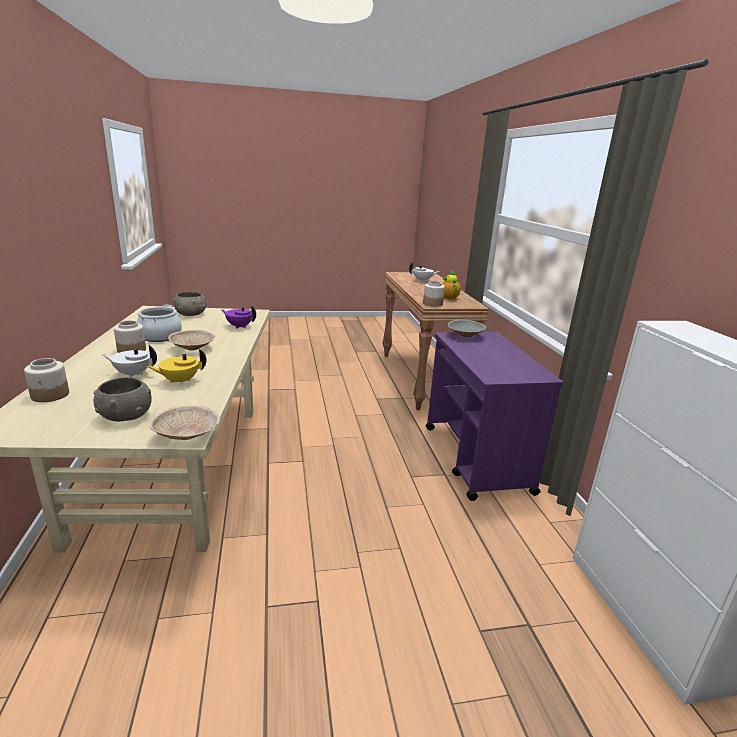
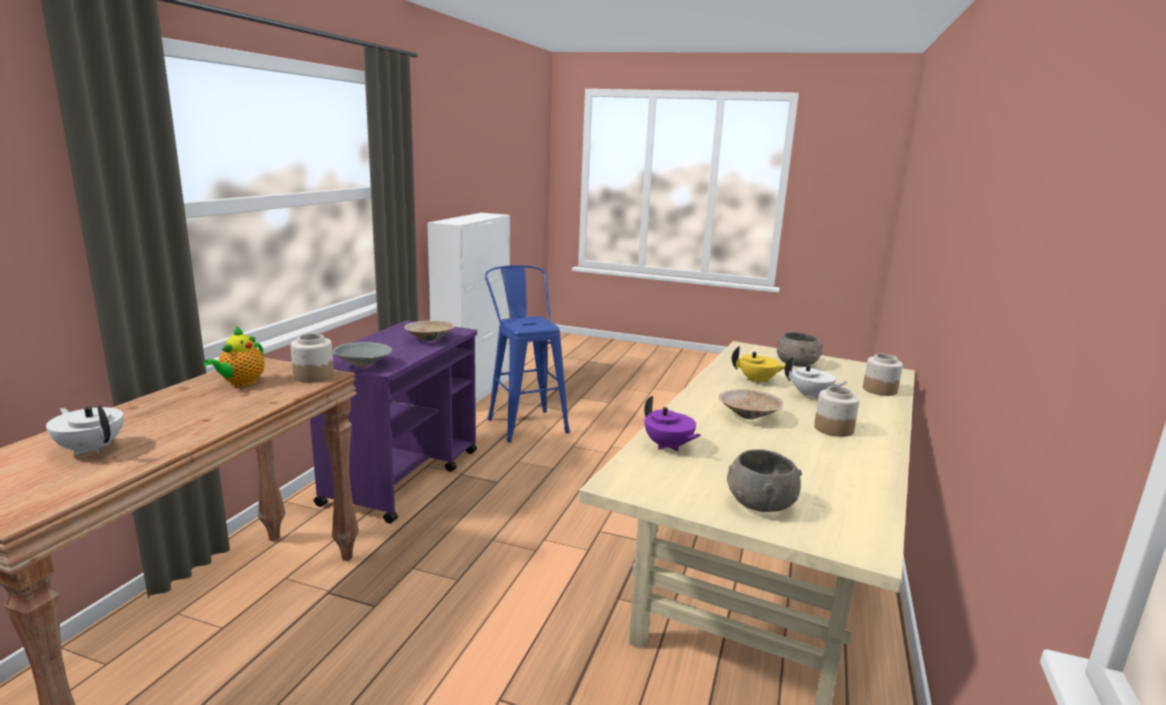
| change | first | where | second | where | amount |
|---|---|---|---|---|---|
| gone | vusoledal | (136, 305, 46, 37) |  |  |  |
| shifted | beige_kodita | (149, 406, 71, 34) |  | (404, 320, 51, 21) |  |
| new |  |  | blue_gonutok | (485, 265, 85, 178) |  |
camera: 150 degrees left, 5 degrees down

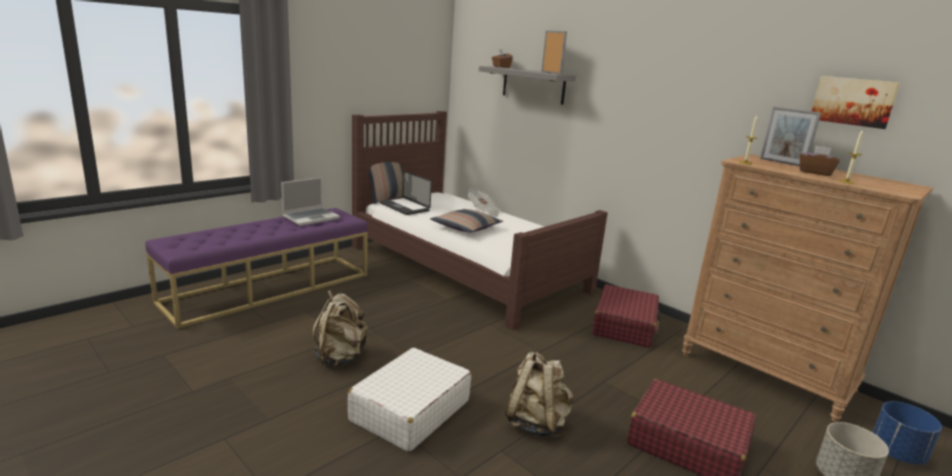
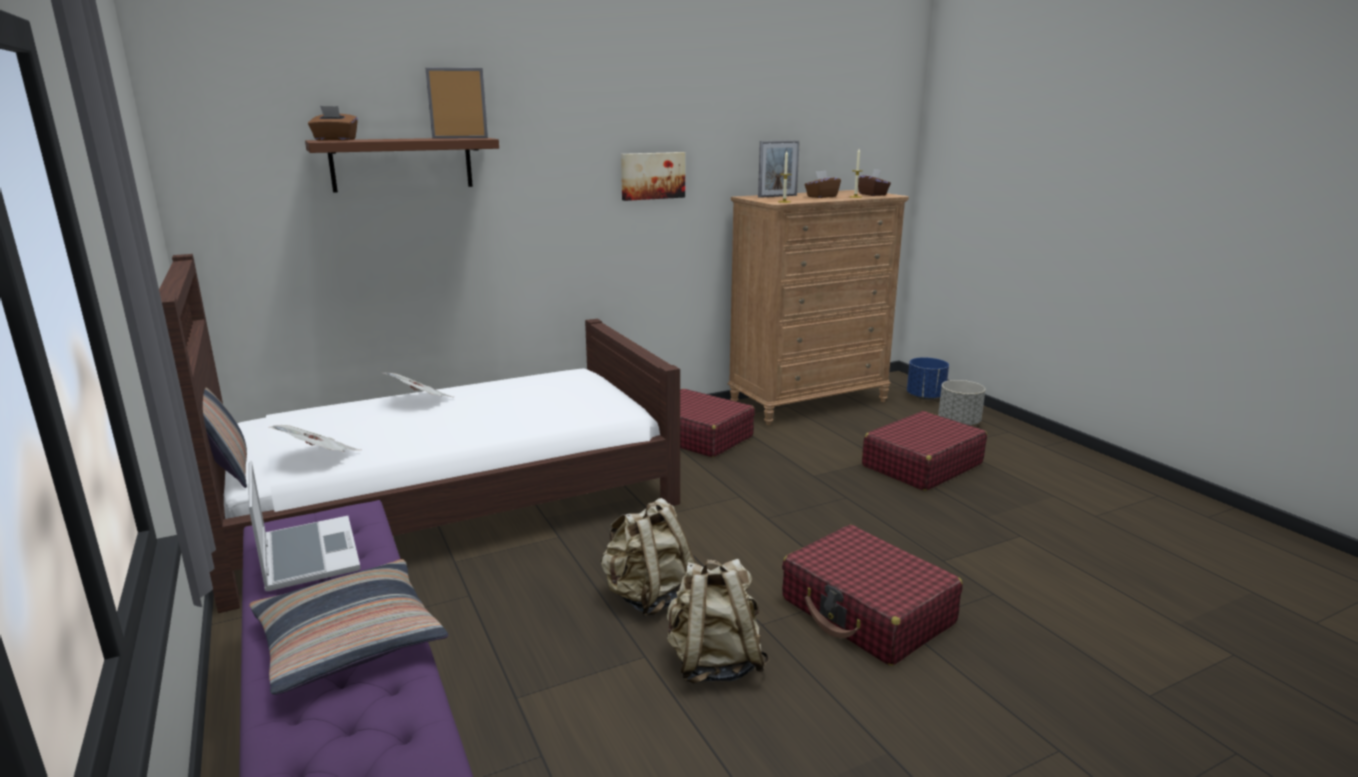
| change | first | where | second | where | amount |
|---|---|---|---|---|---|
| repainted | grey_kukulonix | (479, 66, 97, 39) | brown_kukulonix | (305, 138, 194, 55) |  |
| shifted | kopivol | (812, 76, 88, 53) |  | (621, 152, 64, 49) |  |
| swapped | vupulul | (380, 171, 52, 44) | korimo | (269, 425, 92, 27) |  |
| shifted | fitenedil | (430, 209, 73, 24) |  | (249, 559, 200, 136) |  |
| repainted | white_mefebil | (348, 348, 123, 104) | red_mefebil | (782, 525, 181, 141) |  |
| shifted | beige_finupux | (505, 352, 69, 86) |  | (600, 498, 97, 119) |  |
| new |  |  | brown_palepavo | (858, 169, 33, 27) |  |
camera: 70 degrees left, 0 degrees up

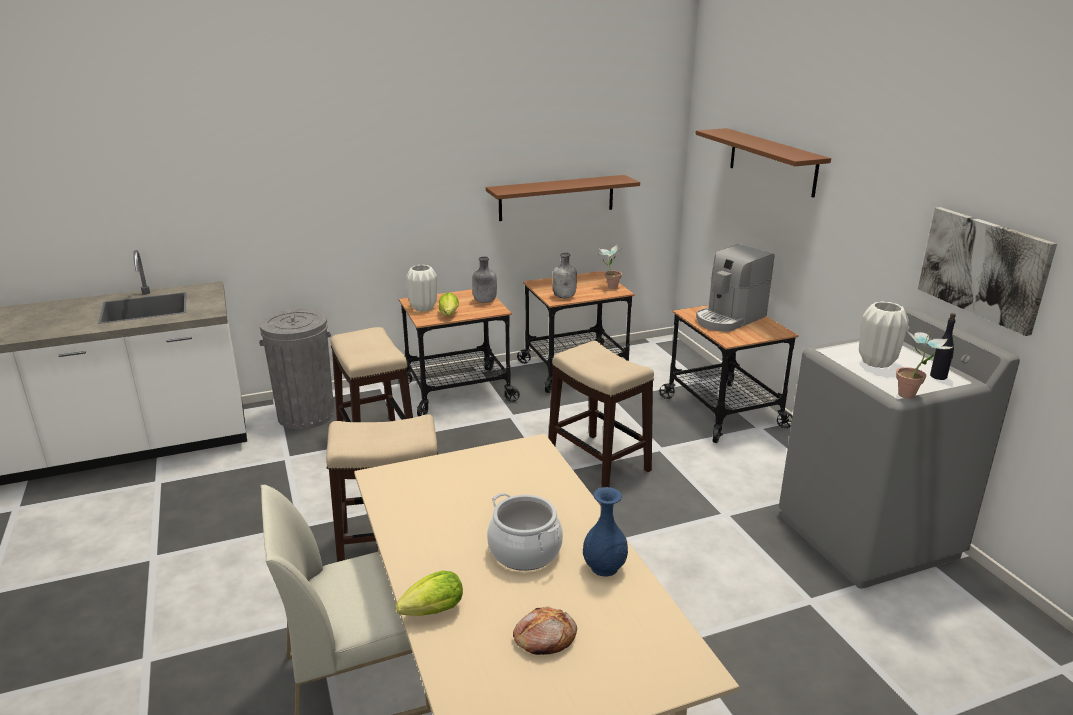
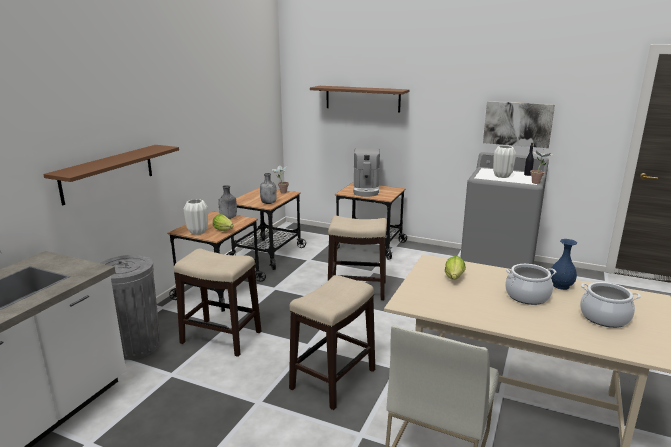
| change | first | where | second | where | amount |
|---|---|---|---|---|---|
| shifted | brown_kukulonix | (486, 175, 154, 46) |  | (43, 145, 136, 60) |  |
| shifted | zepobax | (395, 571, 68, 45) |  | (445, 256, 21, 24) |  |
| swapped | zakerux | (513, 607, 64, 48) | vusoledal | (580, 282, 61, 46) |  |
camera: 45 degrees left, 5 degrees down

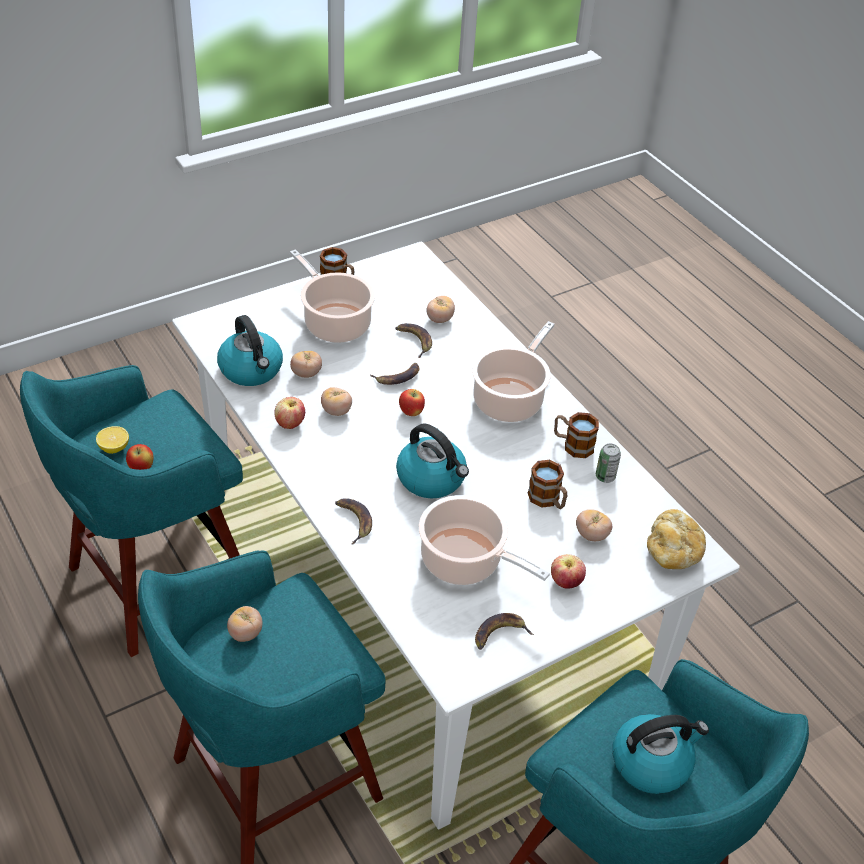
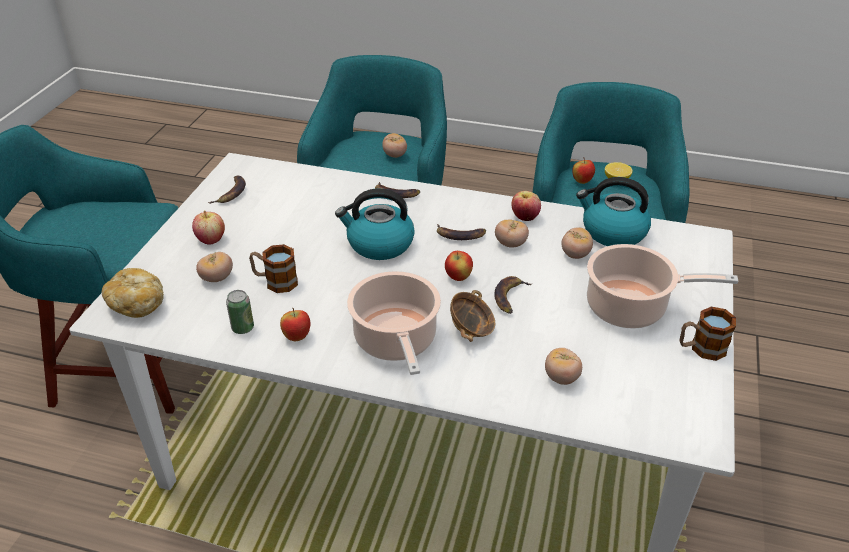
| change | first | where | second | where | amount |
|---|---|---|---|---|---|
| shifted | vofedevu | (395, 323, 37, 35) |  | (437, 224, 49, 16) |  |
| swapped | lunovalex | (554, 412, 45, 46) | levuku | (280, 308, 30, 33) |  |
| gone | vusoledal | (419, 495, 131, 90) |  |  |  |
| gone | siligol | (613, 714, 96, 80) |  |  |  |
| new |  |  | kodita | (450, 290, 45, 52) |  |
camera: 140 degrees right, 5 degrees down

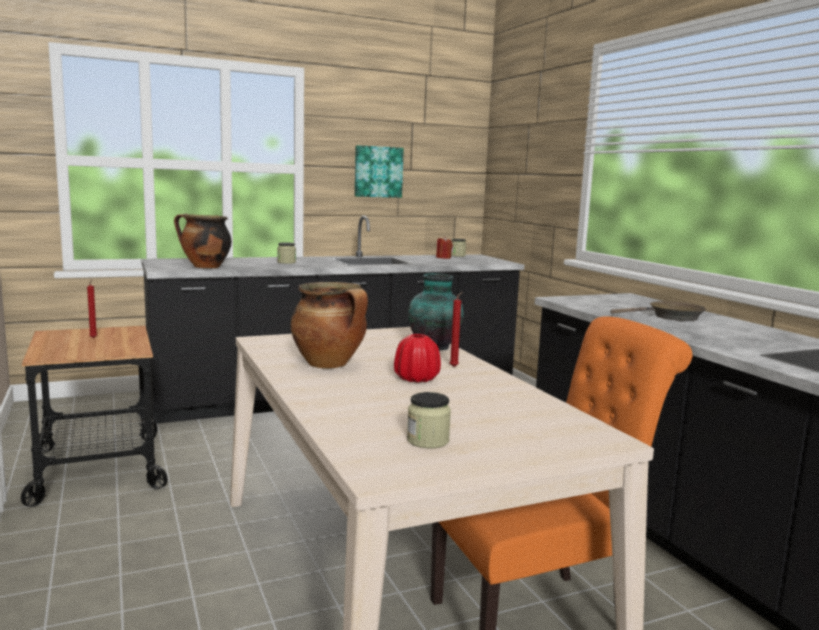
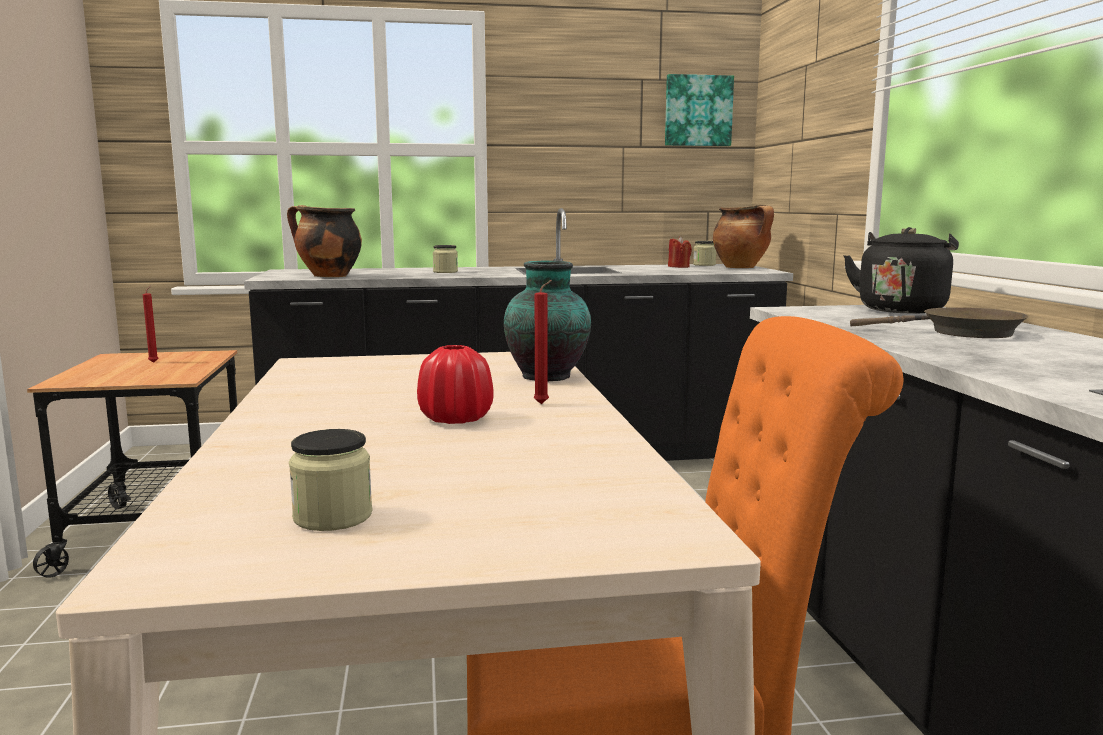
| change | first | where | second | where | amount |
|---|---|---|---|---|---|
| shifted | kopivol | (355, 145, 49, 53) |  | (665, 74, 69, 72) |  |
| shifted | vusoledal | (291, 282, 77, 87) |  | (713, 205, 61, 63) |  |
| new |  |  | black_siligol | (843, 227, 116, 86) |  |
camera: 15 degrees right, 0 degrees up

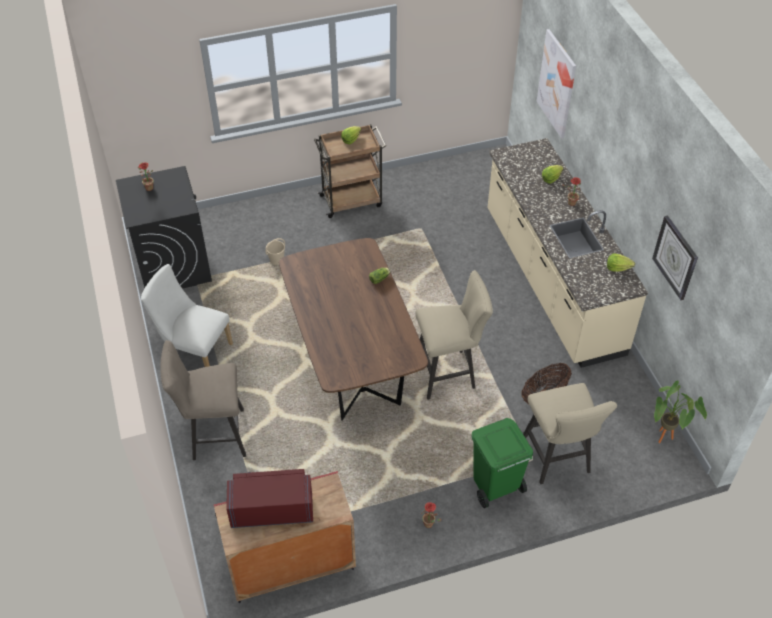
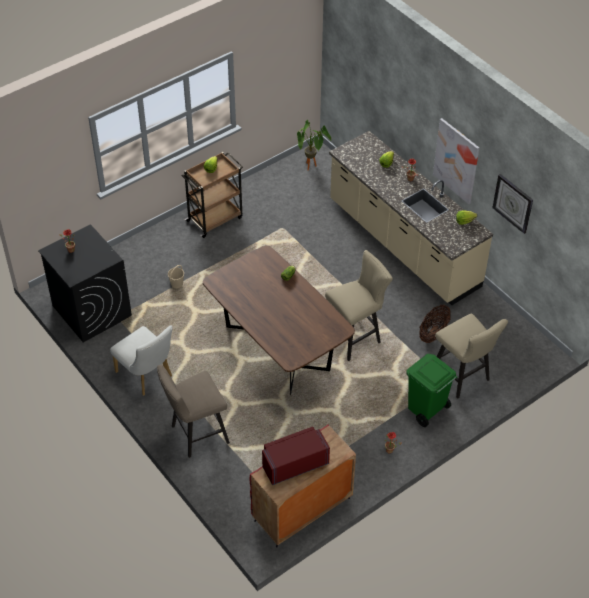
| change | first | where | second | where | amount |
|---|---|---|---|---|---|
| shifted | kopivol | (537, 29, 39, 110) |  | (433, 118, 46, 86) |  |
| rotated | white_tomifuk | (141, 264, 92, 103) |  | (110, 326, 63, 70) | 135 degrees counterclockwise |
| shifted | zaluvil | (654, 380, 53, 63) |  | (297, 120, 34, 50) |  |
camera: 20 degrees left, 0 degrees up

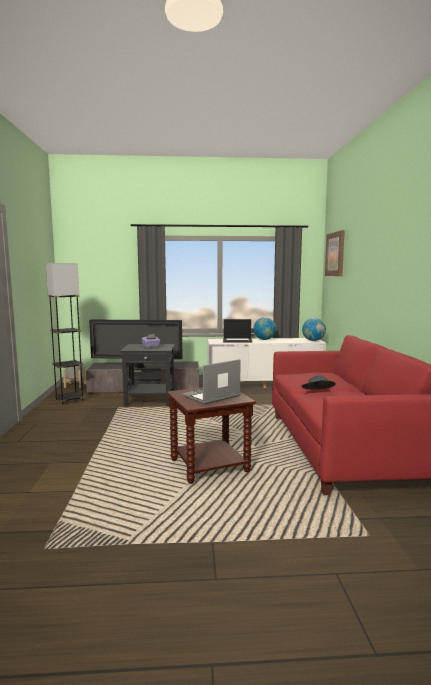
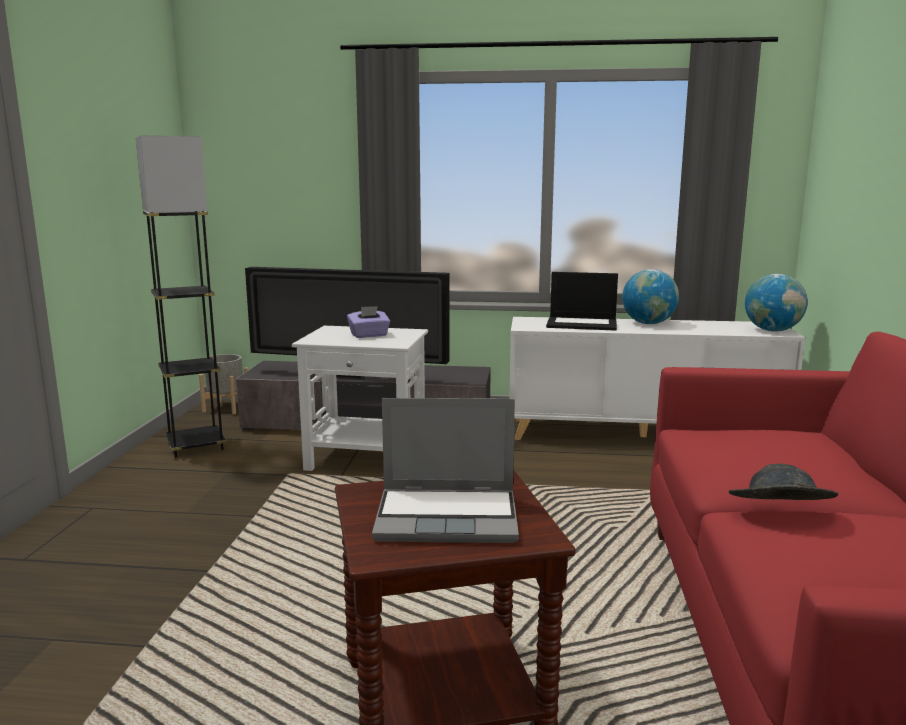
| change | first | where | second | where | amount |
|---|---|---|---|---|---|
| gone | kopivol | (325, 230, 20, 46) |  |  |  |
| repainted | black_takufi | (120, 344, 55, 62) | white_takufi | (292, 326, 136, 145) |  |
| rotated | vupulul | (183, 359, 57, 45) |  | (372, 398, 147, 145) | 150 degrees counterclockwise |
camera: 10 degrees right, 5 degrees up

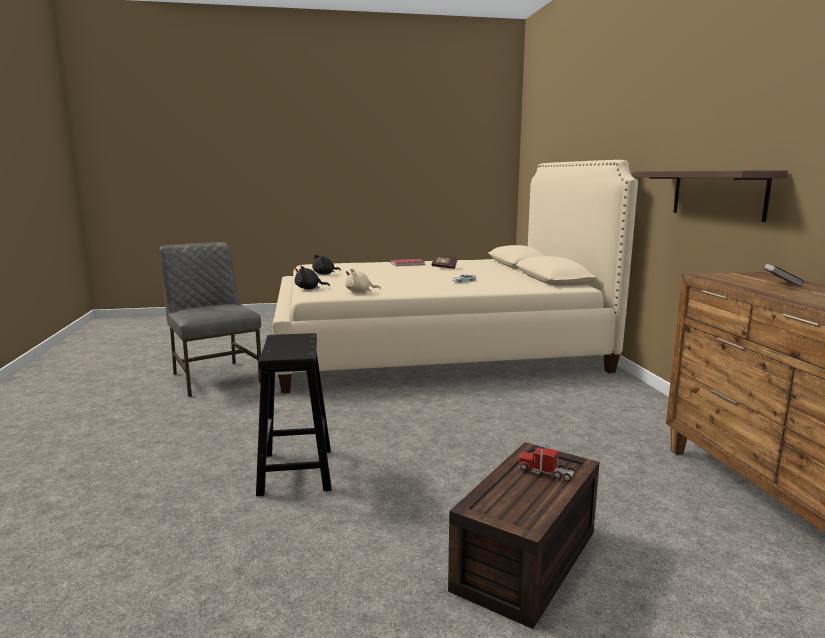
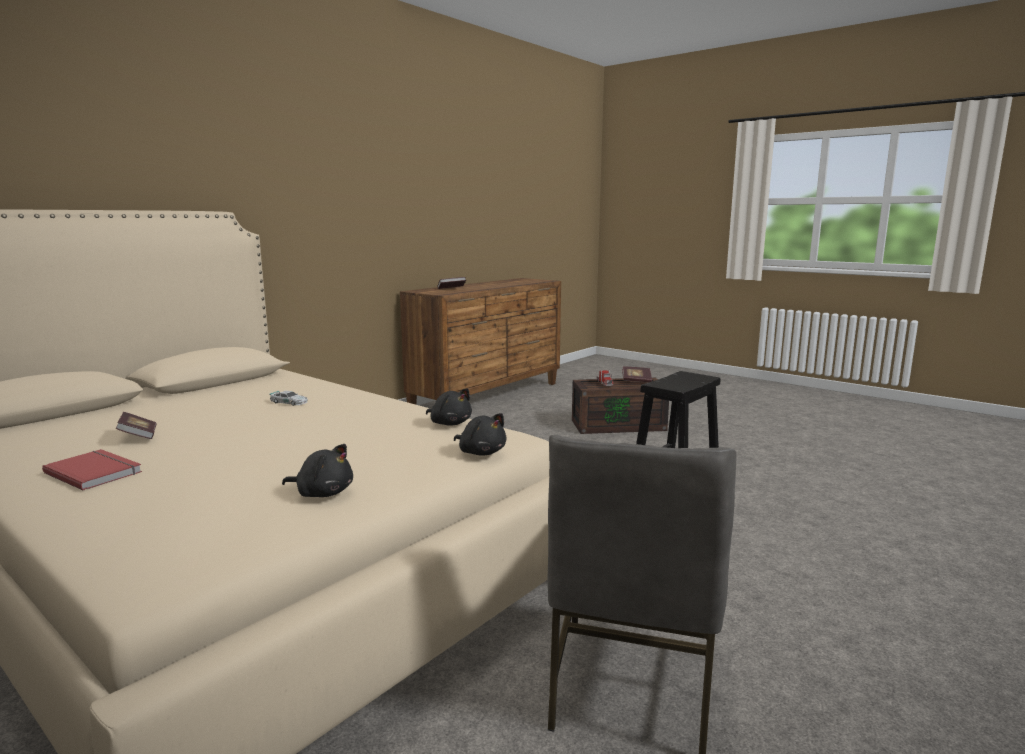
| change | first | where | second | where | amount |
|---|---|---|---|---|---|
| gone | kukulonix | (634, 170, 154, 52) |  |  |  |
| repainted | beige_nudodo | (345, 268, 36, 25) | black_nudodo | (426, 389, 46, 37) |  |
| new |  |  | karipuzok | (622, 366, 30, 16) |  |
camera: 130 degrees left, 0 degrees up

